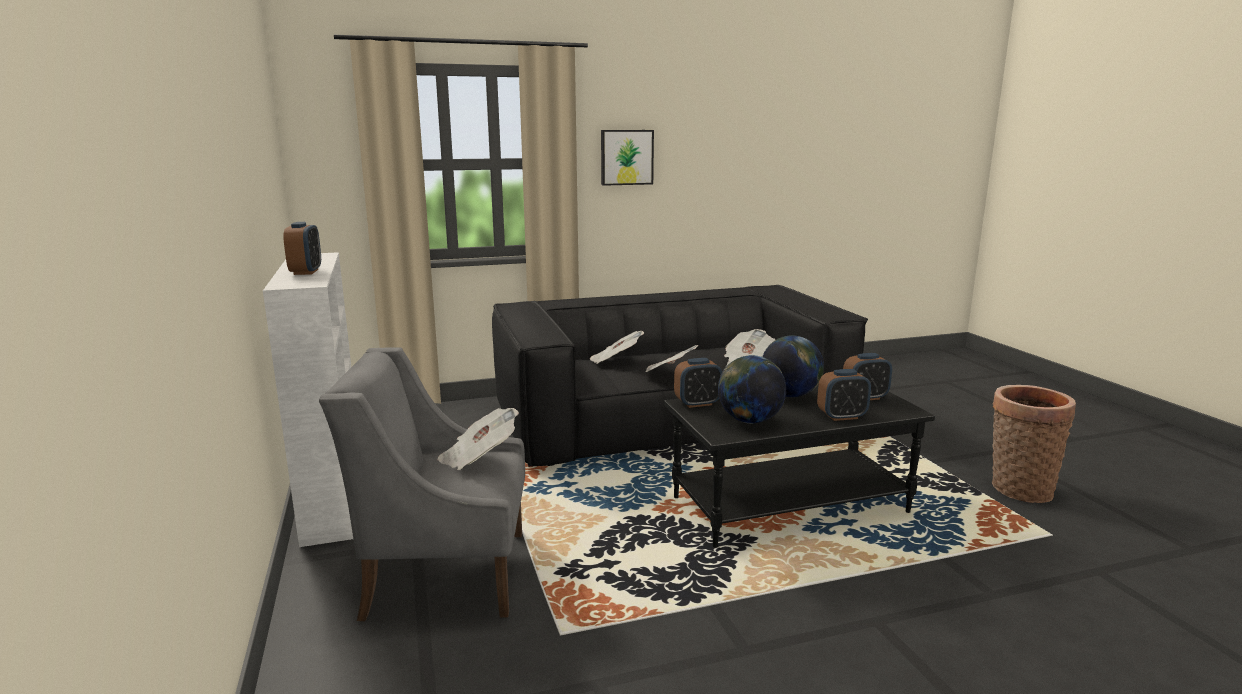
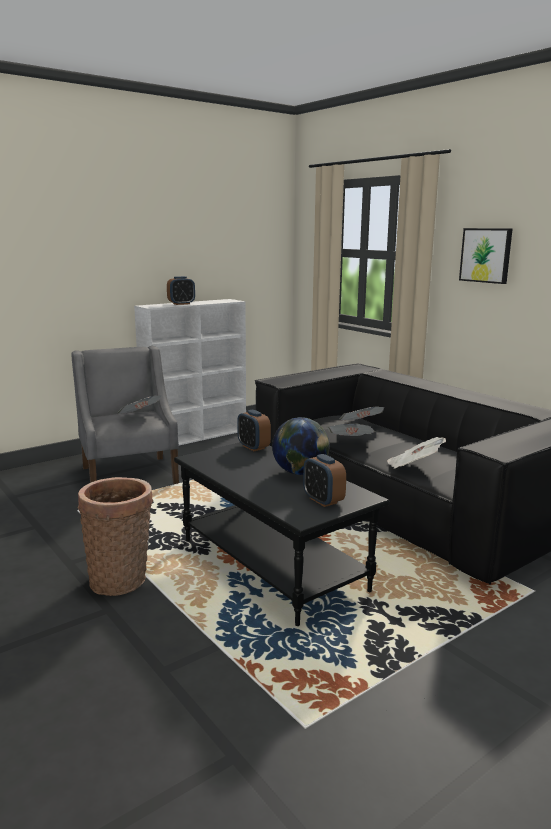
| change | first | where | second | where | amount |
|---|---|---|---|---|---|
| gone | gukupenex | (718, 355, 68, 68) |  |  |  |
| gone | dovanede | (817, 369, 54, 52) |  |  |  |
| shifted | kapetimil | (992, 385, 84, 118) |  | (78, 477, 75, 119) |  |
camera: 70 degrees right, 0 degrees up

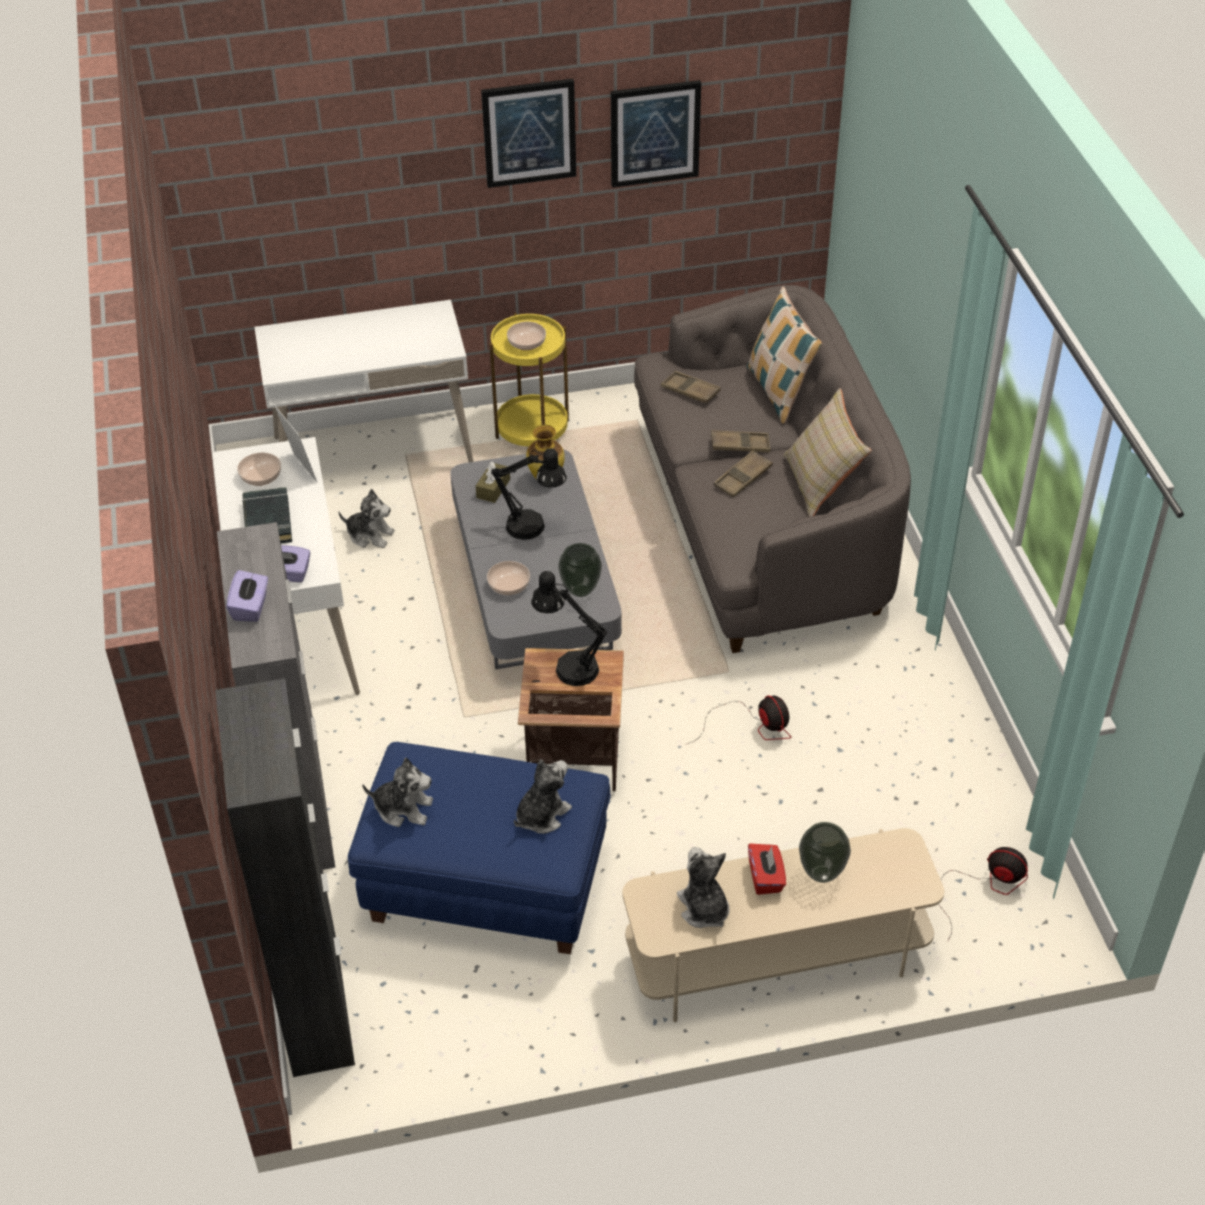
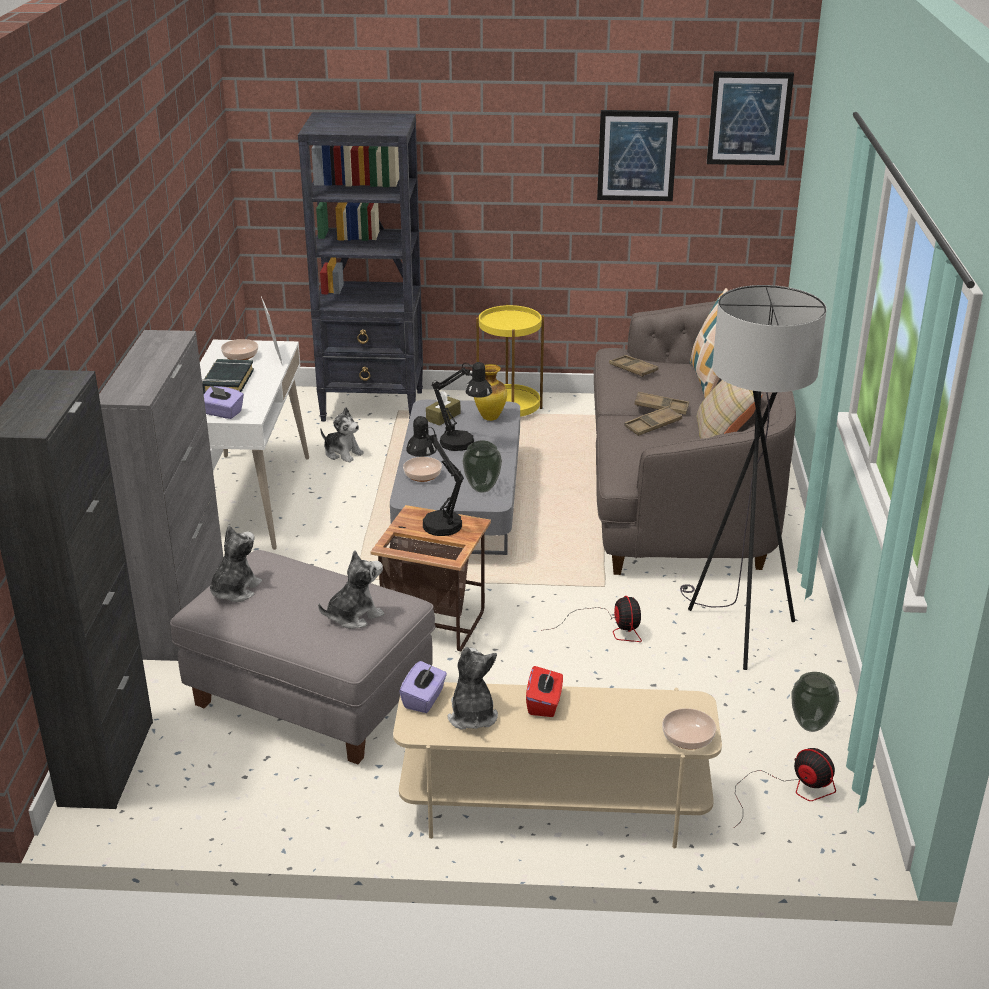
| change | first | where | second | where | amount |
|---|---|---|---|---|---|
| shifted | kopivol | (481, 79, 95, 109) |  | (707, 71, 87, 94) |  |
| swapped | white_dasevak | (254, 300, 220, 162) | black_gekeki | (298, 112, 125, 309) |  |
| shifted | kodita | (507, 322, 39, 28) |  | (662, 708, 54, 41) |  |
| shifted | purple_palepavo | (226, 570, 42, 52) |  | (399, 661, 48, 52) |  |
| repainted | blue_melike | (348, 742, 263, 212) | grey_melike | (170, 550, 266, 214) |  |
| rotated | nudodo | (362, 757, 71, 70) |  | (210, 526, 52, 76) | 90 degrees counterclockwise |
| shifted | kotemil | (799, 822, 52, 61) |  | (791, 672, 48, 60) |  |
| new |  |  | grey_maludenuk | (680, 285, 147, 385) |  |
camera: 15 degrees right, 15 degrees down

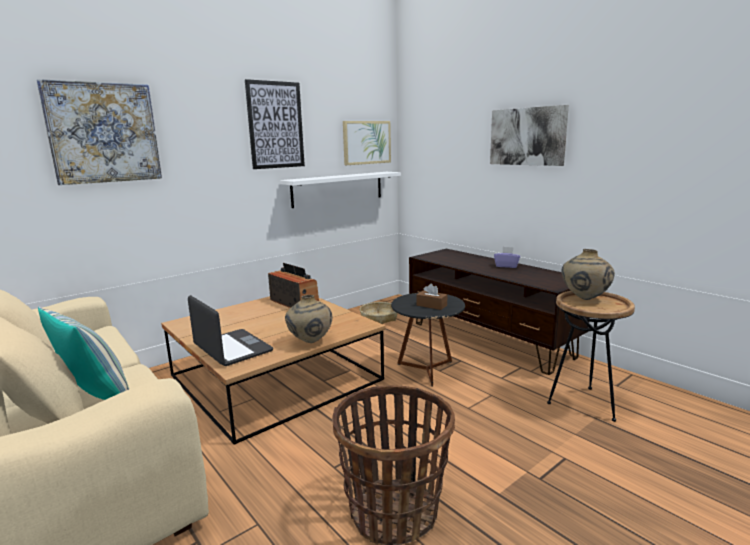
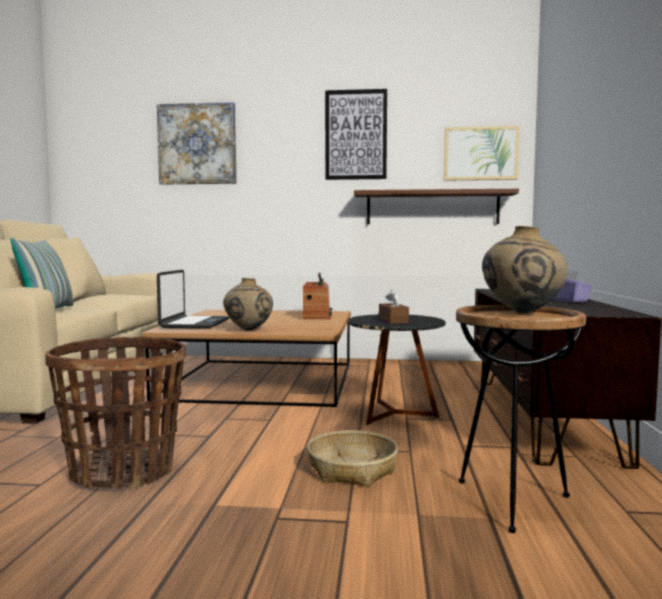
| change | first | where | second | where | amount |
|---|---|---|---|---|---|
| gone | kopivol | (490, 105, 79, 61) |  |  |  |
| repainted | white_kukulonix | (280, 172, 121, 36) | brown_kukulonix | (354, 189, 165, 36) |  |
| shifted | kapetimil | (360, 302, 38, 22) |  | (307, 430, 91, 57) |  |
camera: 45 degrees right, 10 degrees down

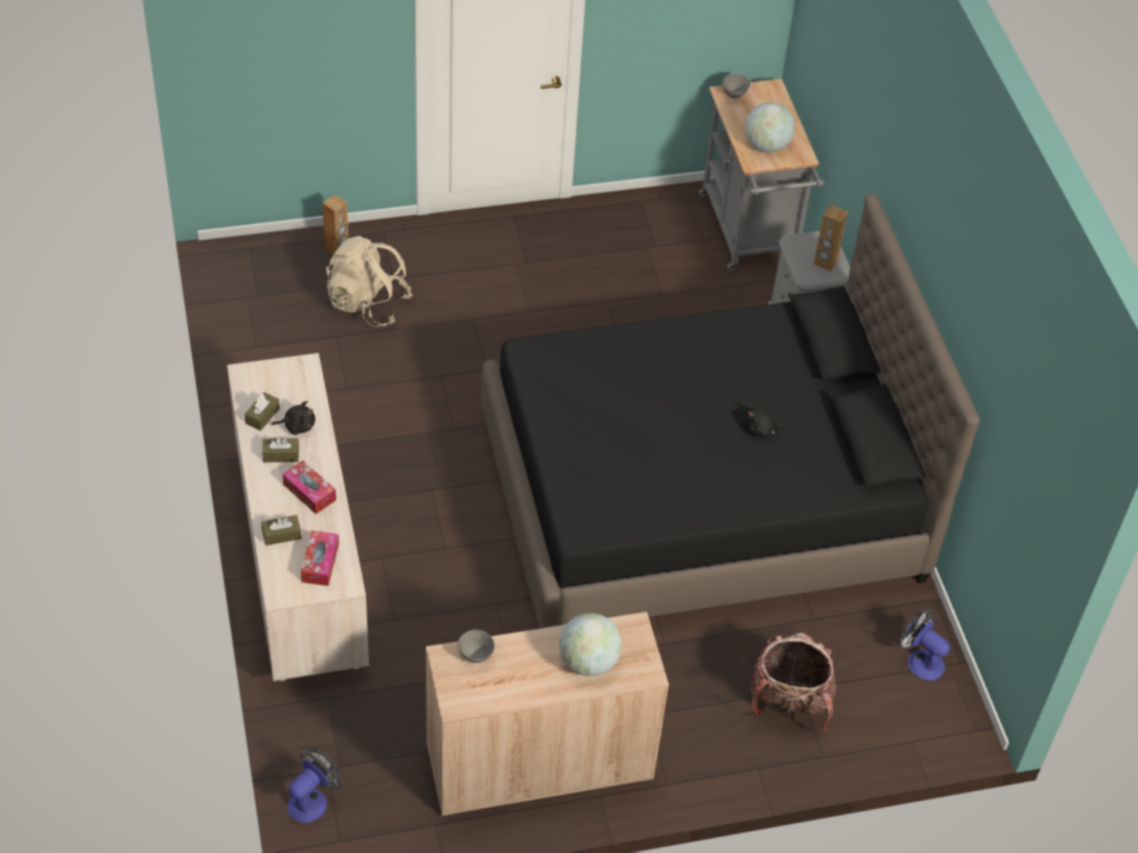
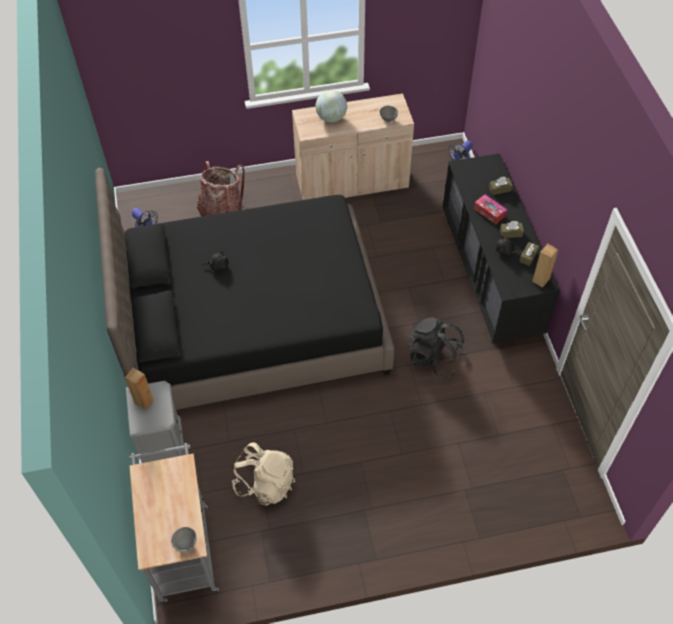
| change | first | where | second | where | amount |
|---|---|---|---|---|---|
| gone | gukupenex | (745, 102, 50, 50) |  |  |  |
| shifted | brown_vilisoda | (322, 195, 27, 60) |  | (532, 244, 26, 44) |  |
| shifted | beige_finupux | (326, 236, 87, 91) |  | (232, 442, 63, 64) |  |
| repainted | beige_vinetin | (227, 353, 142, 328) | black_vinetin | (443, 153, 117, 190) |  |
| gone | palepavo | (301, 531, 38, 55) |  |  |  |
| new |  |  | black_finupux | (408, 318, 58, 60) |  |
camera: 175 degrees left, 5 degrees up

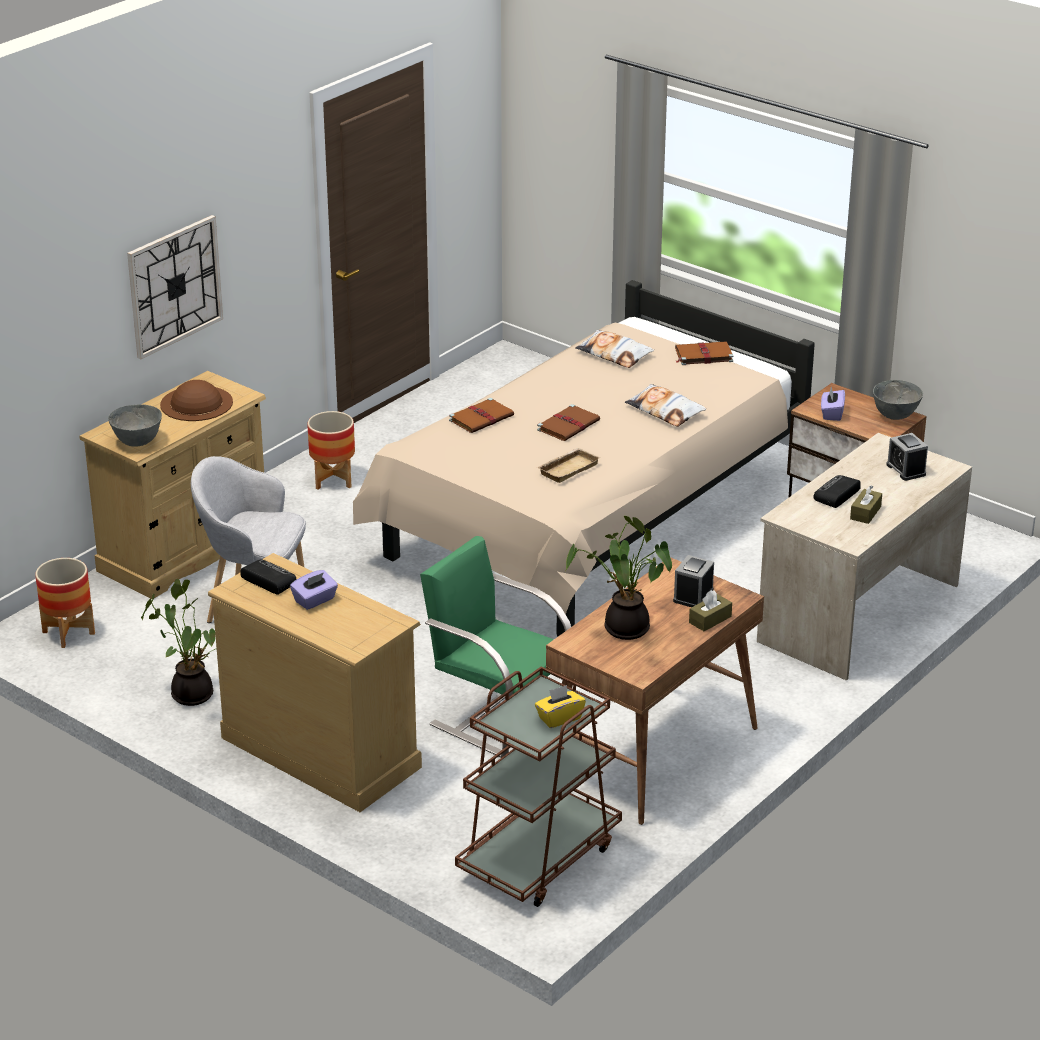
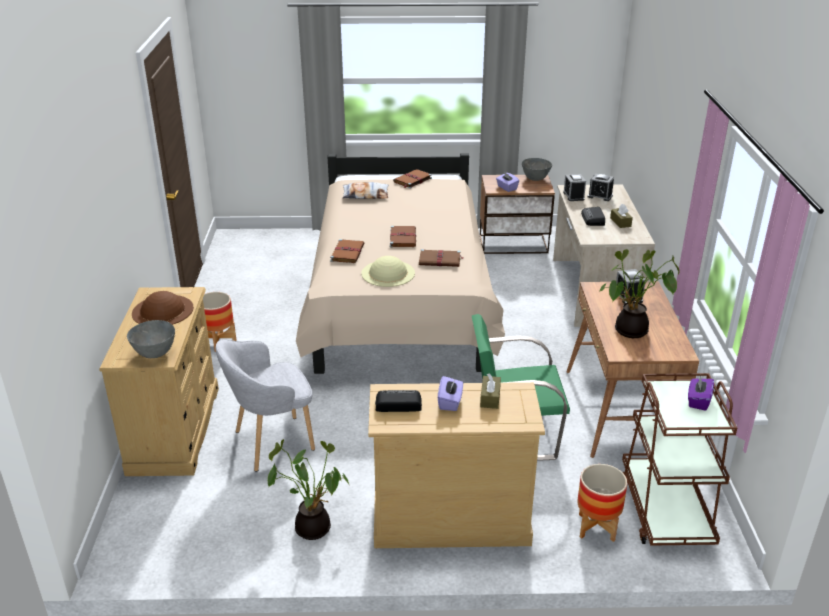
| change | first | where | second | where | amount |
|---|---|---|---|---|---|
| gone | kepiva | (127, 215, 96, 144) |  |  |  |
| gone | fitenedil | (625, 384, 81, 43) |  |  |  |
| swapped | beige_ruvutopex | (537, 448, 63, 35) | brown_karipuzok | (419, 249, 45, 18) |  |
| shifted | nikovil | (35, 558, 60, 90) |  | (577, 464, 50, 78) |  |
| shifted | brown_palepavo | (689, 590, 43, 41) |  | (480, 373, 21, 36) |  |
| repainted | yellow_palepavo | (535, 685, 51, 43) | purple_palepavo | (688, 375, 26, 36) |  |
| new |  |  | dovanede | (563, 174, 23, 27) |  |
| new |  |  | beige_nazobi | (362, 256, 53, 31) |  |
camera: 40 degrees left, 0 degrees up

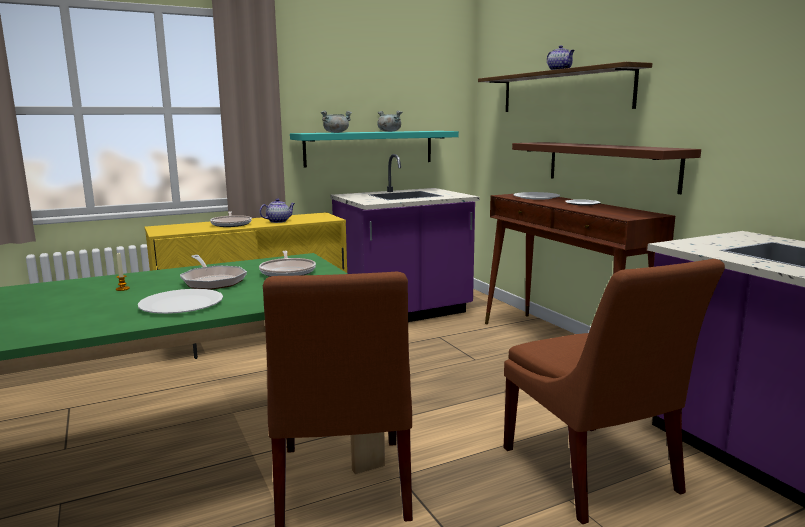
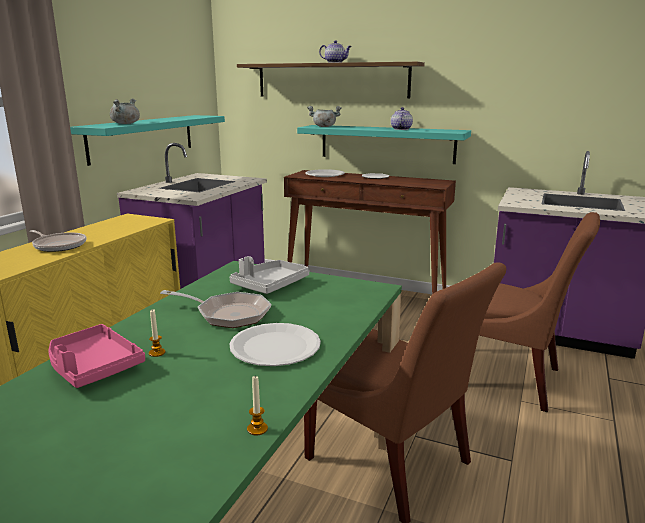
| change | first | where | second | where | amount |
|---|---|---|---|---|---|
| shifted | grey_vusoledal | (377, 110, 25, 22) |  | (307, 106, 35, 21) |  |
| repainted | brown_kukulonix | (512, 142, 189, 52) | turquoise_kukulonix | (297, 125, 174, 39) |  |
| shifted | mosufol | (259, 198, 36, 25) |  | (391, 107, 22, 23) |  |
| swapped | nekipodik | (259, 251, 57, 26) | grey_ruvutopex | (230, 256, 79, 38) |  |
| new |  |  | pink_ruvutopex | (48, 324, 97, 64) |  |
| new |  |  | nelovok | (247, 376, 21, 59) |  |
camera: 40 degrees left, 5 degrees up

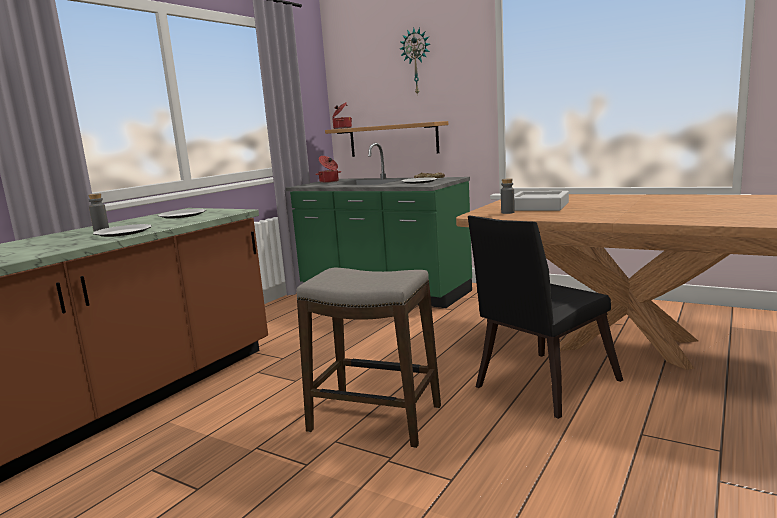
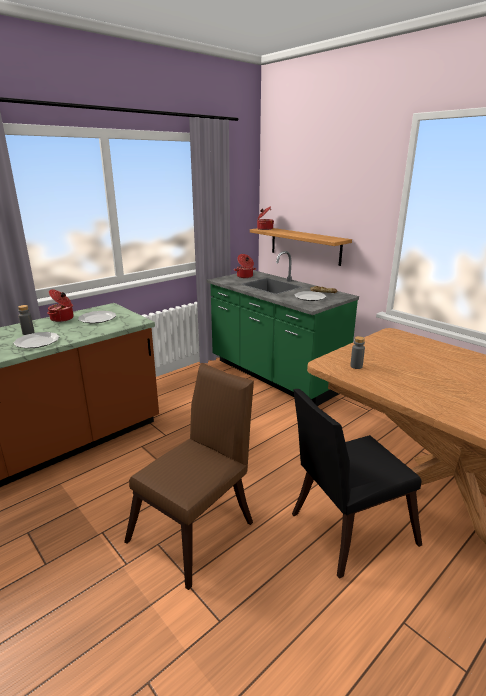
| change | first | where | second | where | amount |
|---|---|---|---|---|---|
| gone | kepiva | (400, 28, 30, 68) |  |  |  |
| gone | grey_ruvutopex | (514, 191, 55, 20) |  |  |  |
| swapped | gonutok | (296, 268, 145, 180) | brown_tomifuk | (124, 363, 130, 227) |  |
| new |  |  | vusoledal | (47, 289, 27, 33) |  |
camera: 15 degrees right, 10 degrees up

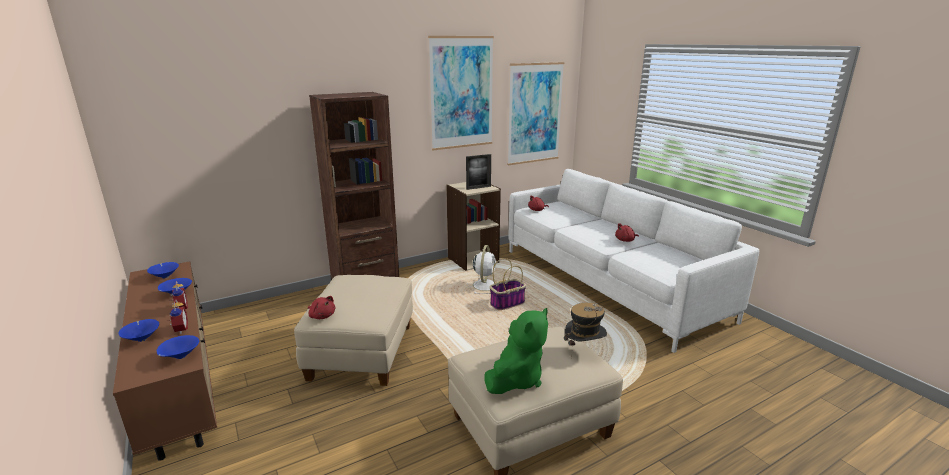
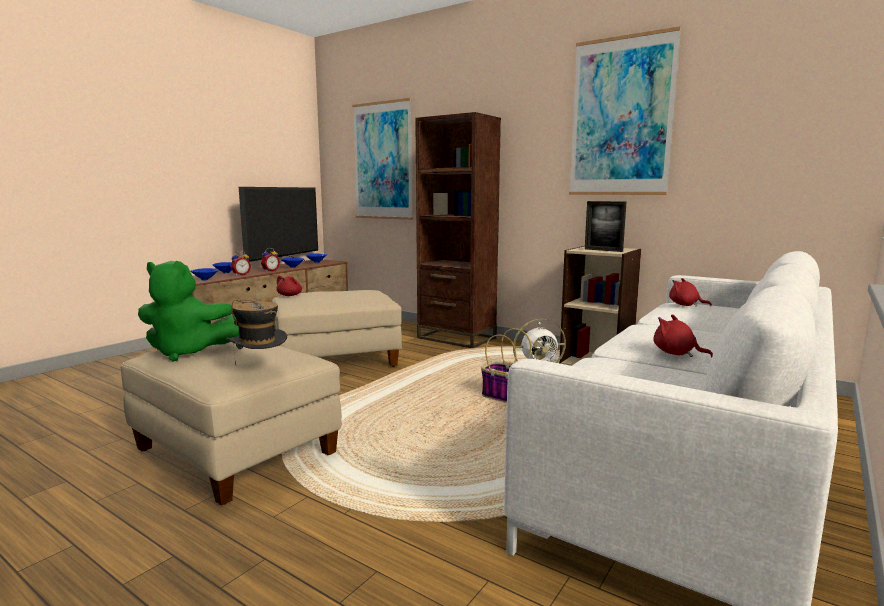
| change | first | where | second | where | amount |
|---|---|---|---|---|---|
| shifted | kopivol | (507, 62, 57, 103) |  | (352, 98, 61, 122) |  |
| new |  |  | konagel | (239, 187, 79, 82) |  |
camera: 65 degrees right, 10 degrees down

